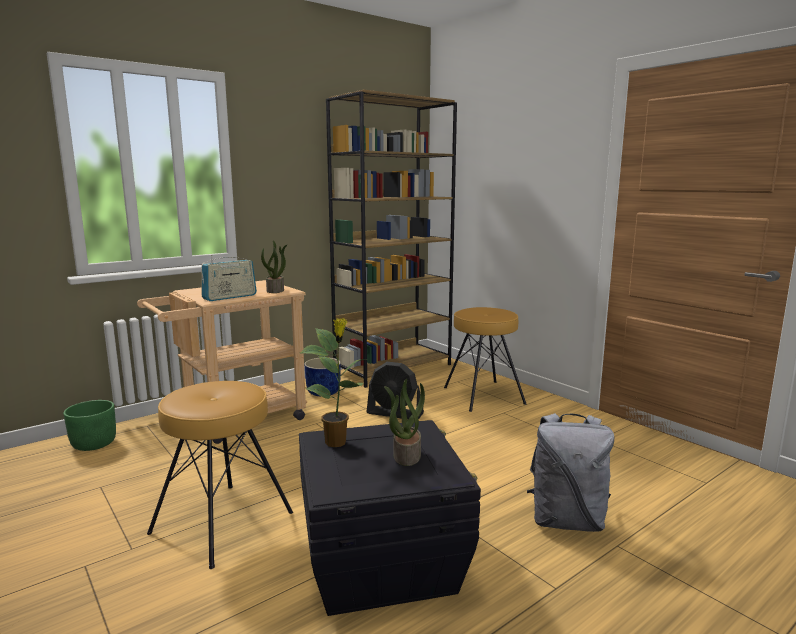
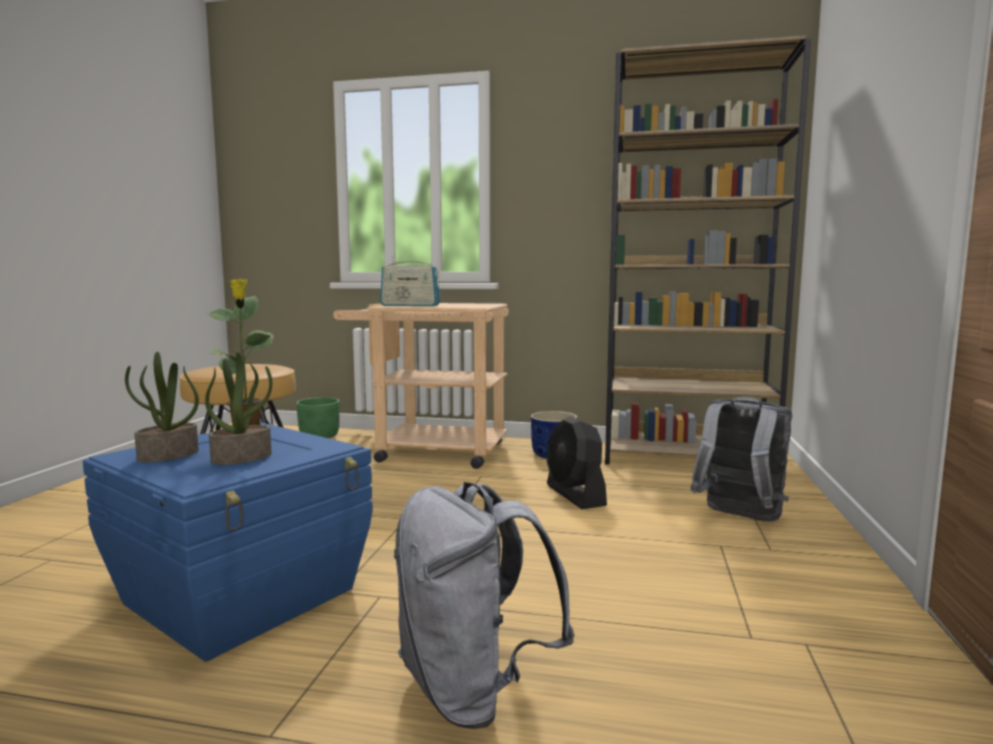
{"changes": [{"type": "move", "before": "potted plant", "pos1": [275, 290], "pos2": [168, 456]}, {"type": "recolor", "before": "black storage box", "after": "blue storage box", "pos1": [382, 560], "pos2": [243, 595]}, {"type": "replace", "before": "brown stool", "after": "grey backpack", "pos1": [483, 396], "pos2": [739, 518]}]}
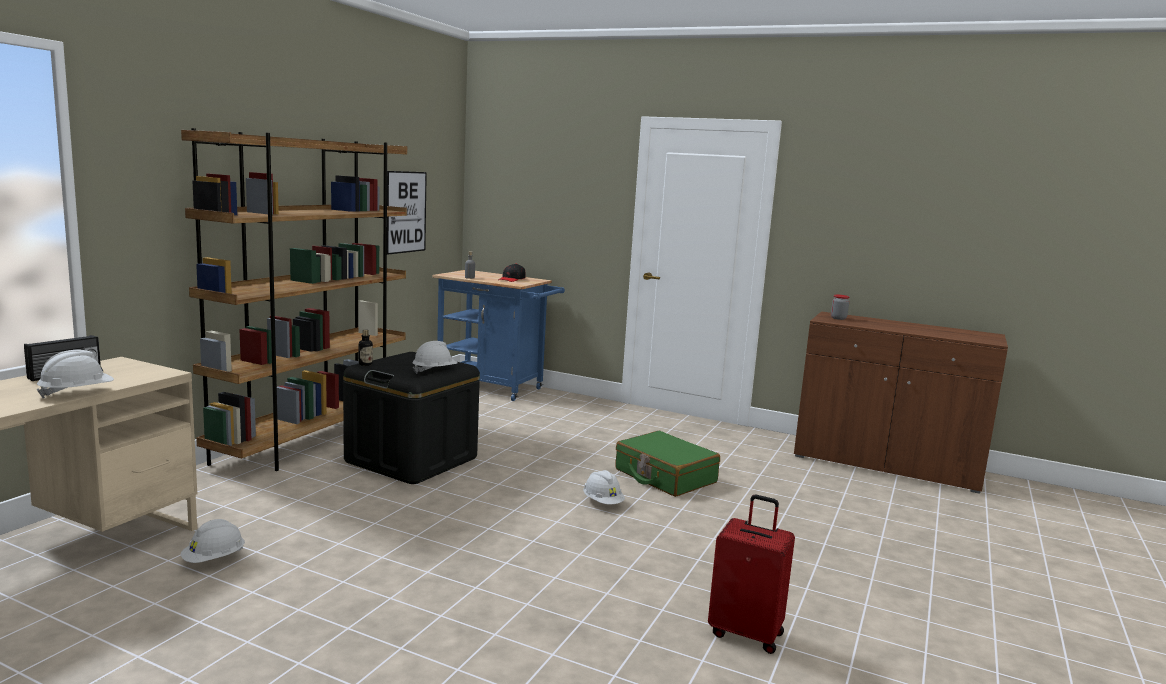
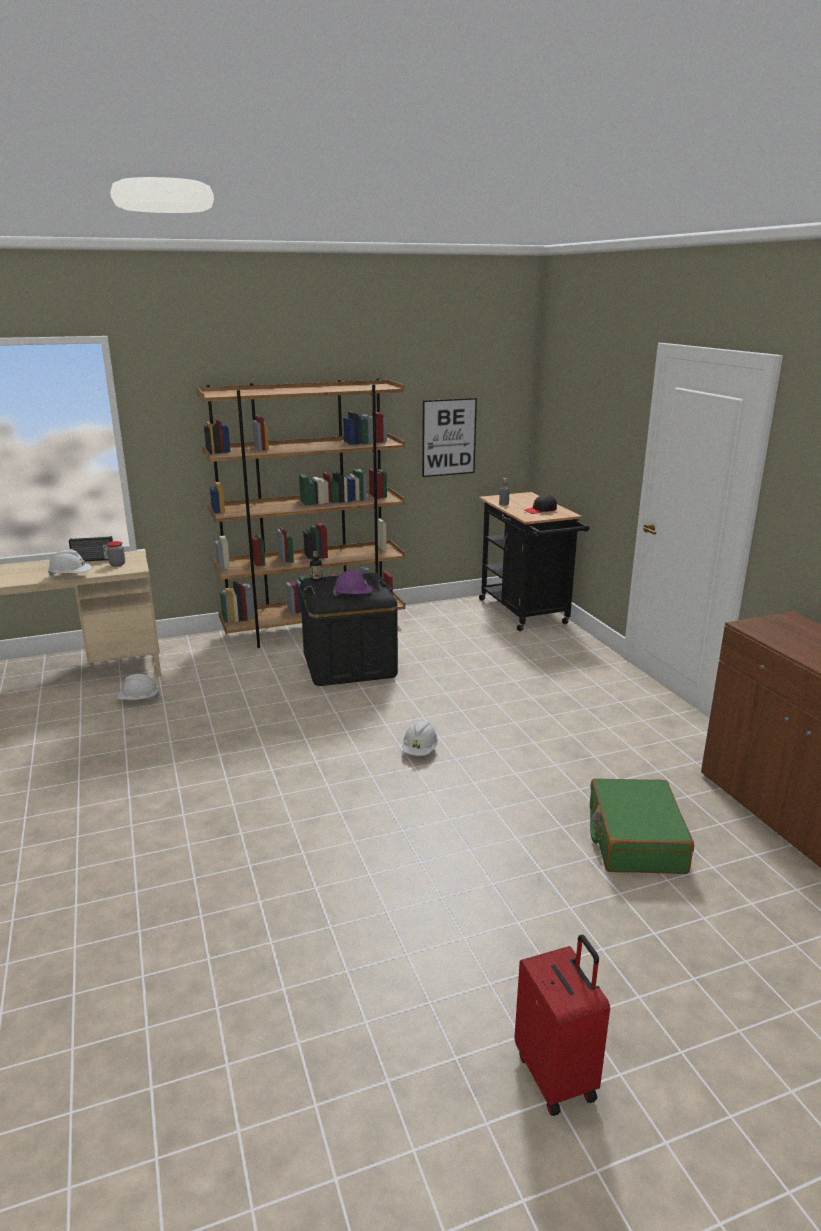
{"changes": [{"type": "recolor", "before": "white hard hat", "after": "purple hard hat", "pos1": [434, 371], "pos2": [353, 596]}, {"type": "recolor", "before": "blue cart", "after": "black cart", "pos1": [495, 388], "pos2": [526, 614]}, {"type": "move", "before": "green suitcase", "pos1": [665, 476], "pos2": [635, 839]}, {"type": "move", "before": "red suitcase", "pos1": [746, 633], "pos2": [557, 1075]}, {"type": "move", "before": "jar", "pos1": [838, 318], "pos2": [117, 564]}]}
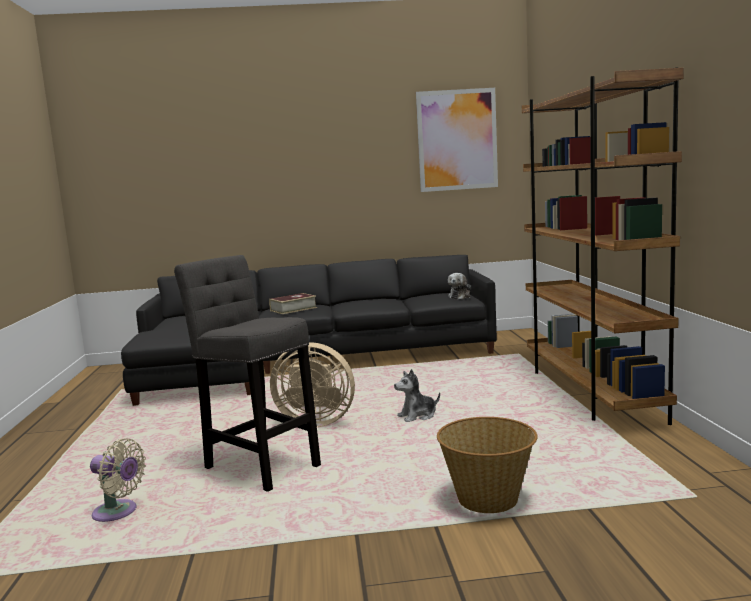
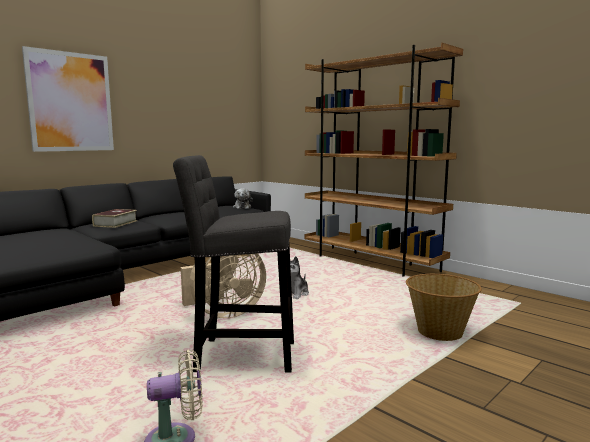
{"changes": [{"type": "move", "before": "picture", "pos1": [457, 140], "pos2": [70, 102]}]}
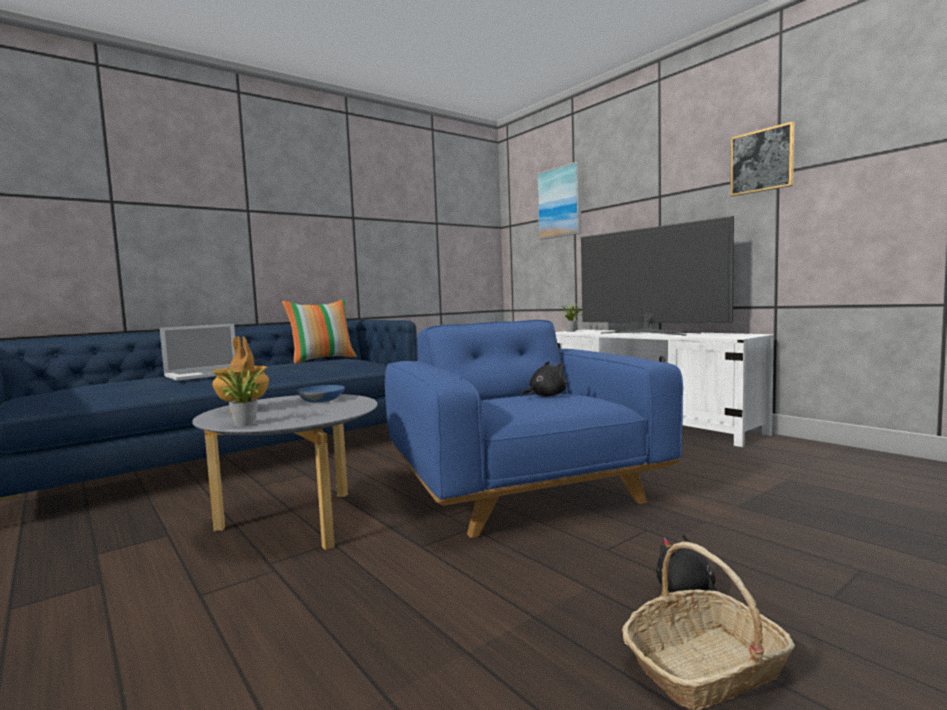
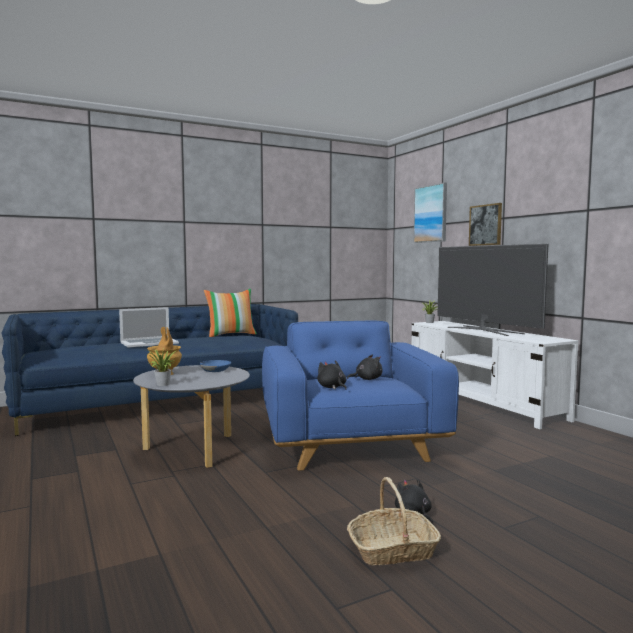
{"changes": [{"type": "move", "before": "picture", "pos1": [761, 161], "pos2": [485, 225]}, {"type": "insert", "after": "black plush toy", "pos2": [332, 387]}]}
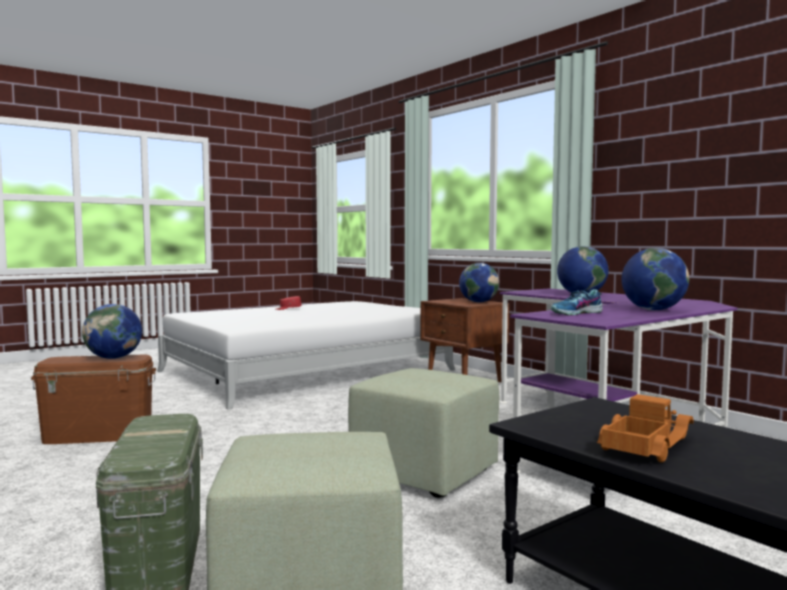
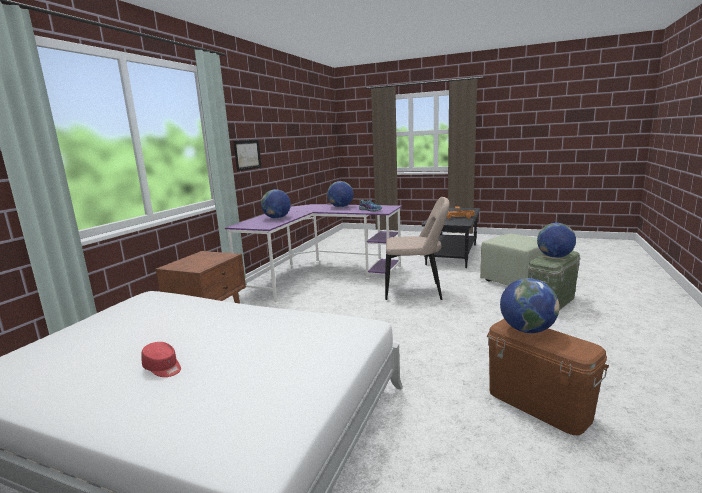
{"changes": [{"type": "replace", "before": "green ottoman", "after": "beige chair", "pos1": [422, 473], "pos2": [415, 292]}, {"type": "move", "before": "globe", "pos1": [478, 302], "pos2": [554, 256]}, {"type": "insert", "after": "picture", "pos2": [247, 155]}]}
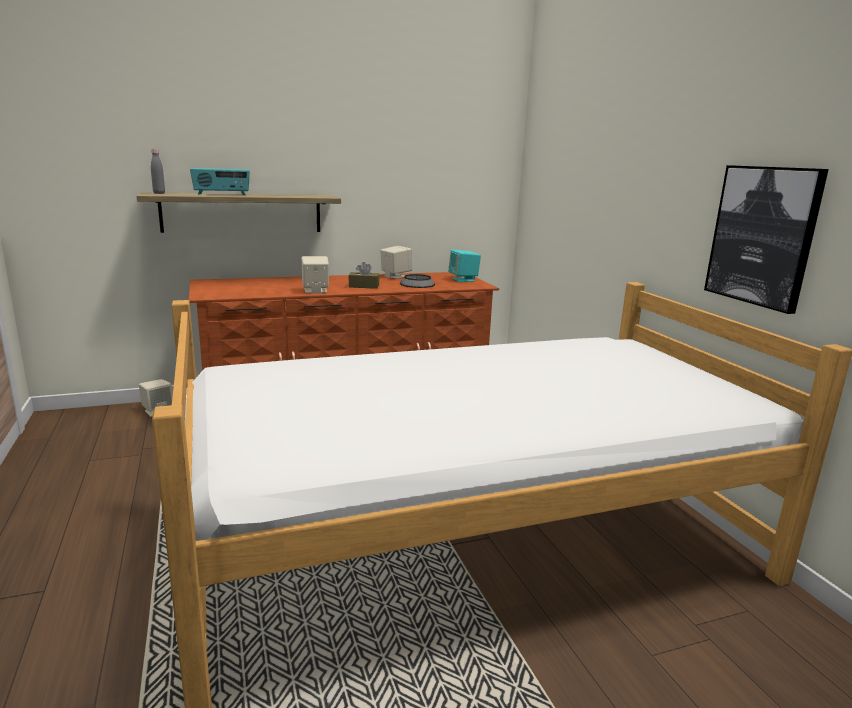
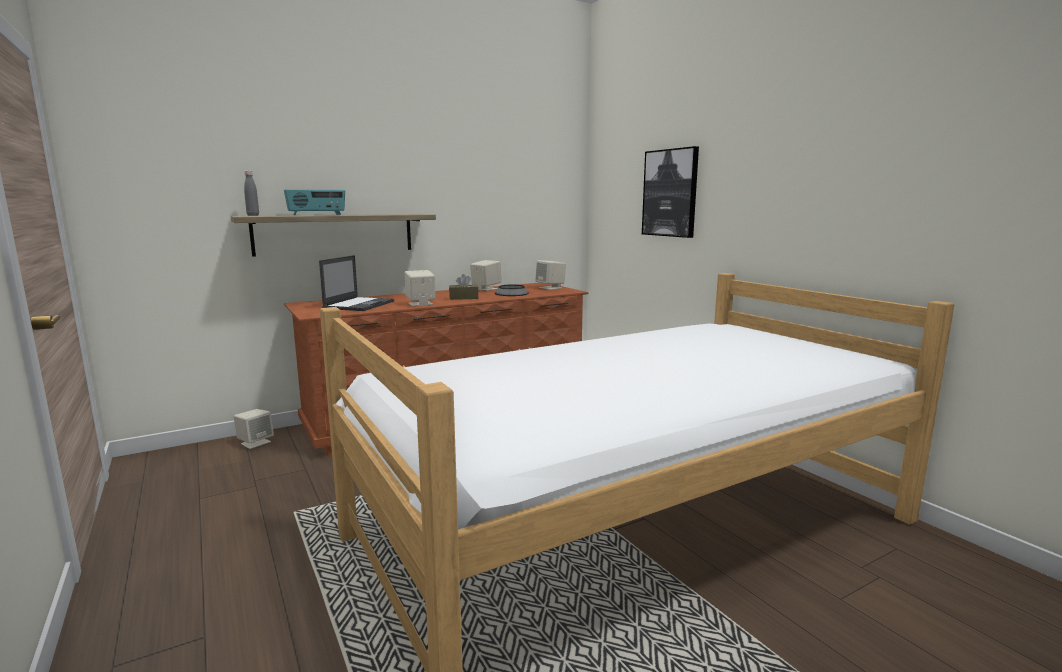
{"changes": [{"type": "recolor", "before": "turquoise speaker", "after": "beige speaker", "pos1": [463, 279], "pos2": [550, 288]}, {"type": "move", "before": "picture", "pos1": [762, 236], "pos2": [670, 193]}, {"type": "insert", "after": "laptop", "pos2": [359, 304]}]}
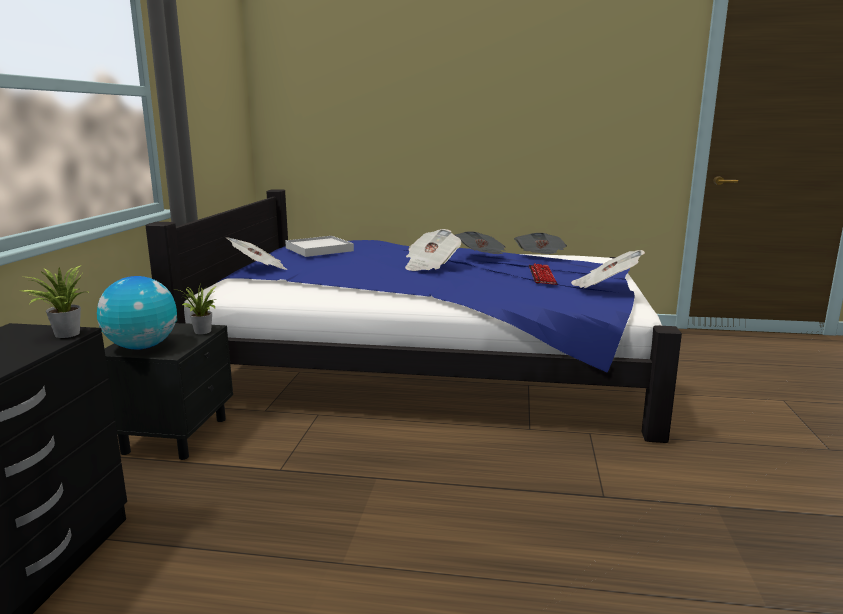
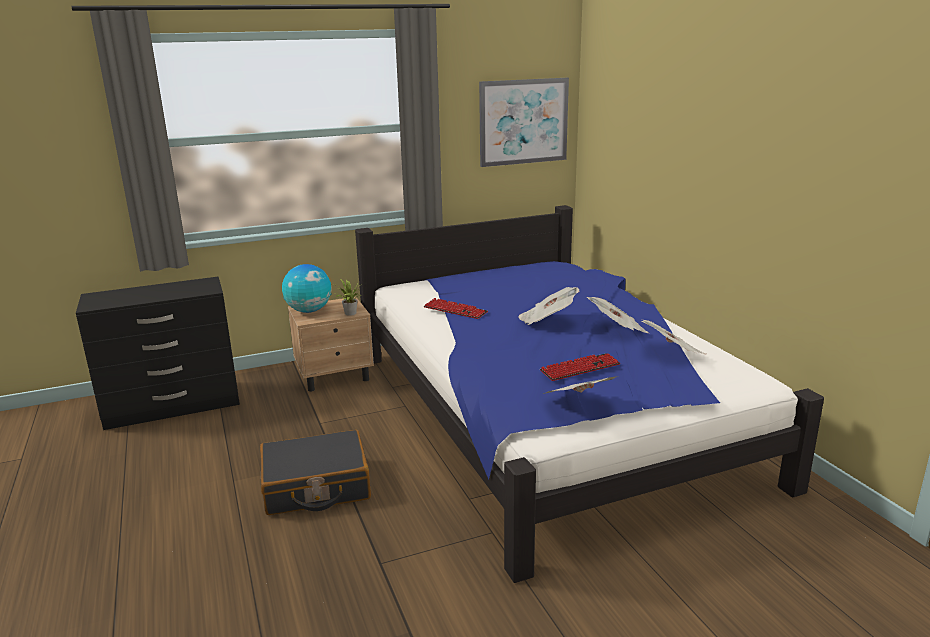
{"changes": [{"type": "delete", "before": "potted plant", "pos1": [64, 334]}, {"type": "recolor", "before": "black nightstand", "after": "beige nightstand", "pos1": [177, 434], "pos2": [335, 376]}, {"type": "delete", "before": "newspaper", "pos1": [259, 269]}, {"type": "delete", "before": "white tray", "pos1": [319, 249]}, {"type": "insert", "after": "black suitcase", "pos2": [316, 486]}, {"type": "insert", "after": "keyboard", "pos2": [455, 310]}, {"type": "insert", "after": "picture", "pos2": [523, 122]}]}
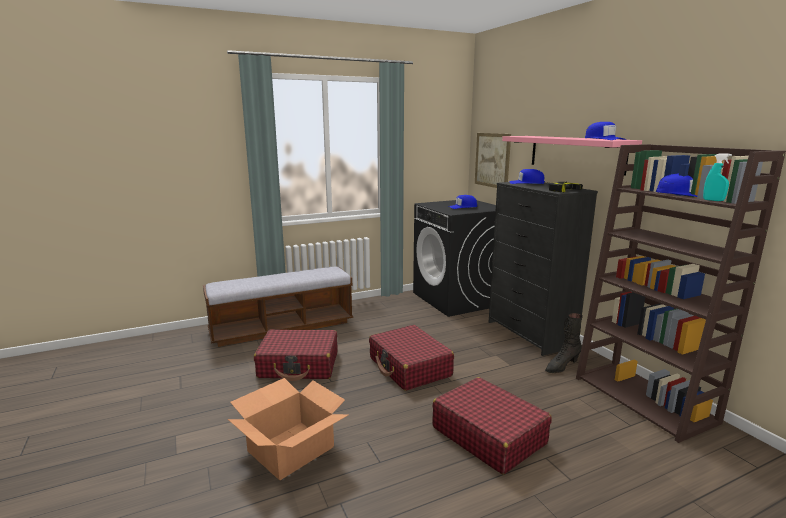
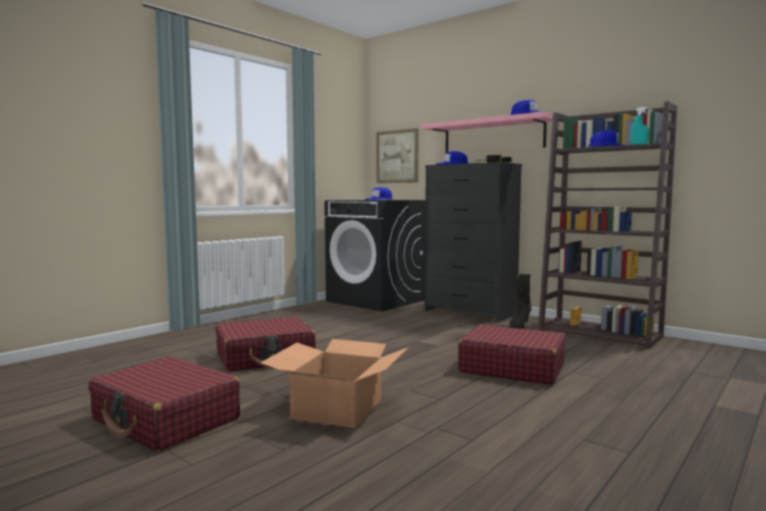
{"changes": [{"type": "delete", "before": "bench", "pos1": [282, 327]}, {"type": "move", "before": "red suitcase", "pos1": [409, 367], "pos2": [166, 420]}]}
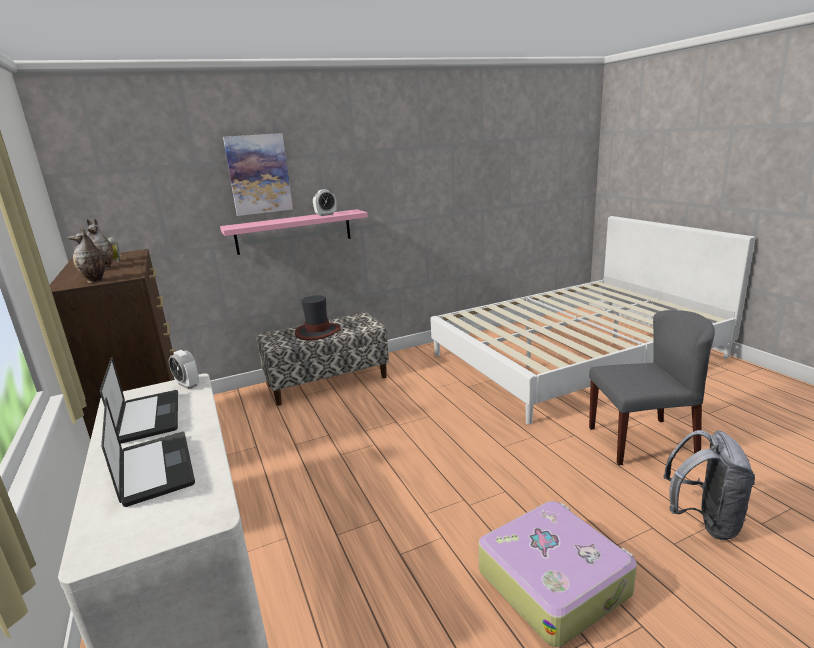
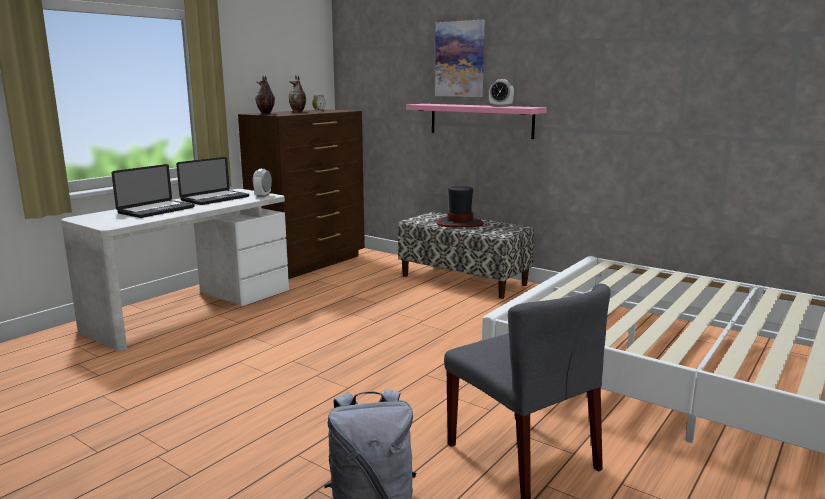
{"changes": [{"type": "delete", "before": "suitcase", "pos1": [553, 580]}]}
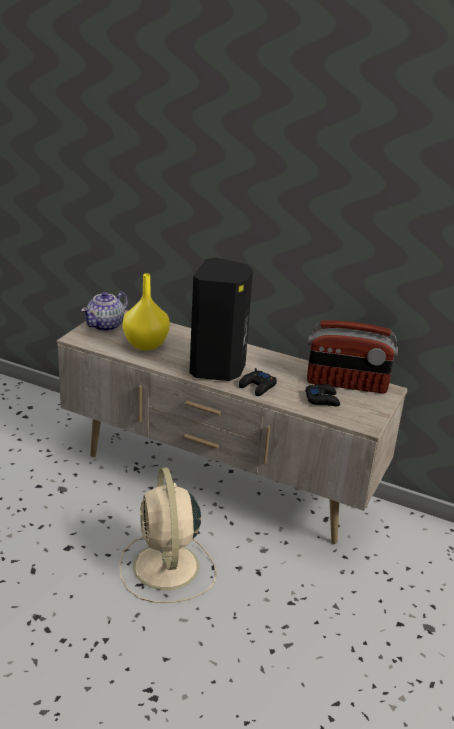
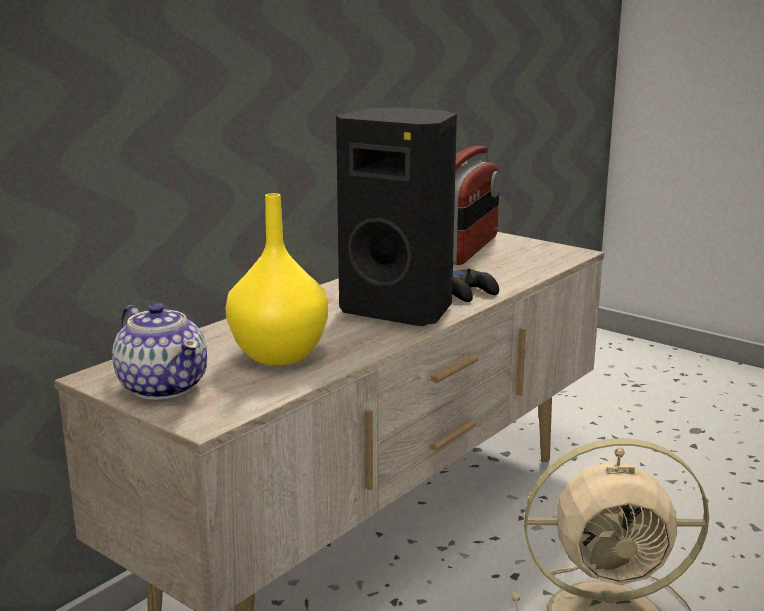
{"changes": [{"type": "delete", "before": "black game controller", "pos1": [322, 399]}]}
